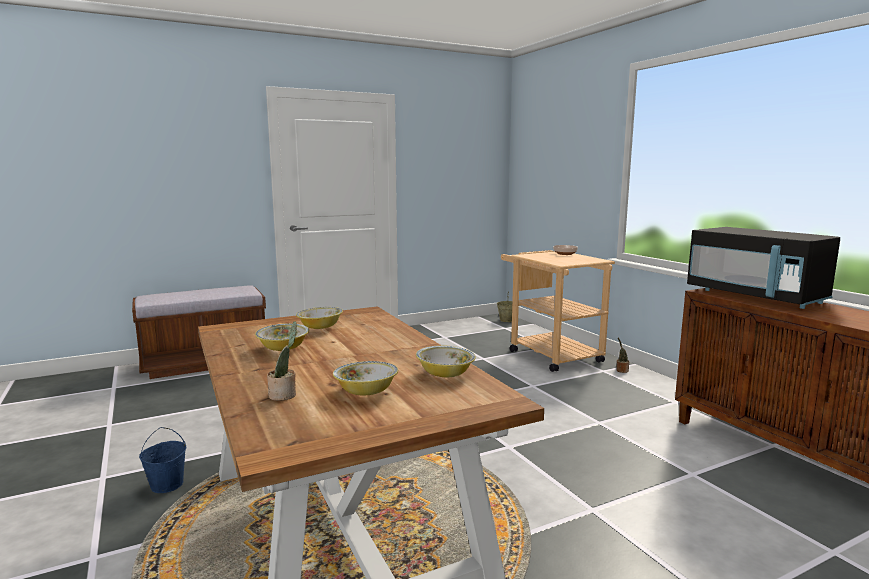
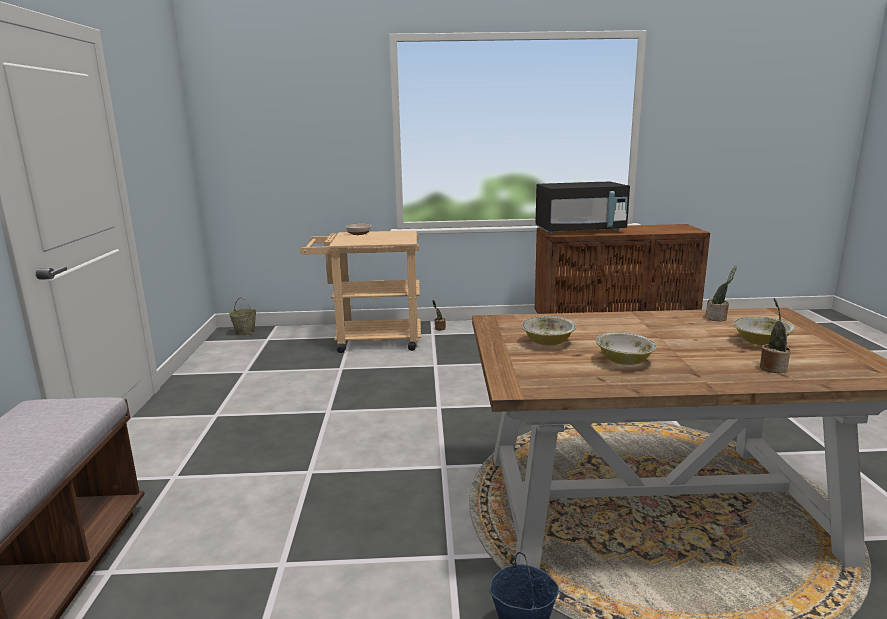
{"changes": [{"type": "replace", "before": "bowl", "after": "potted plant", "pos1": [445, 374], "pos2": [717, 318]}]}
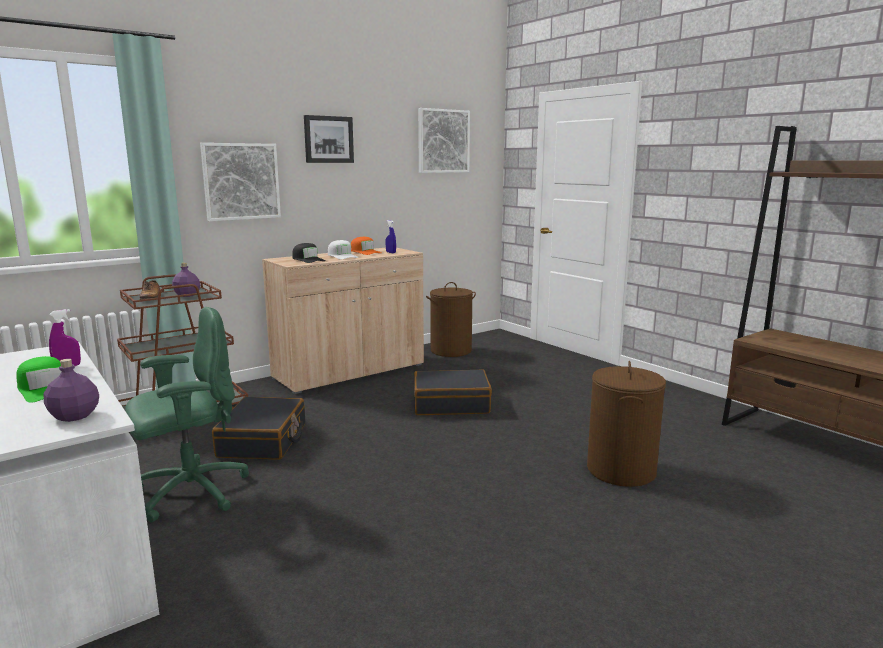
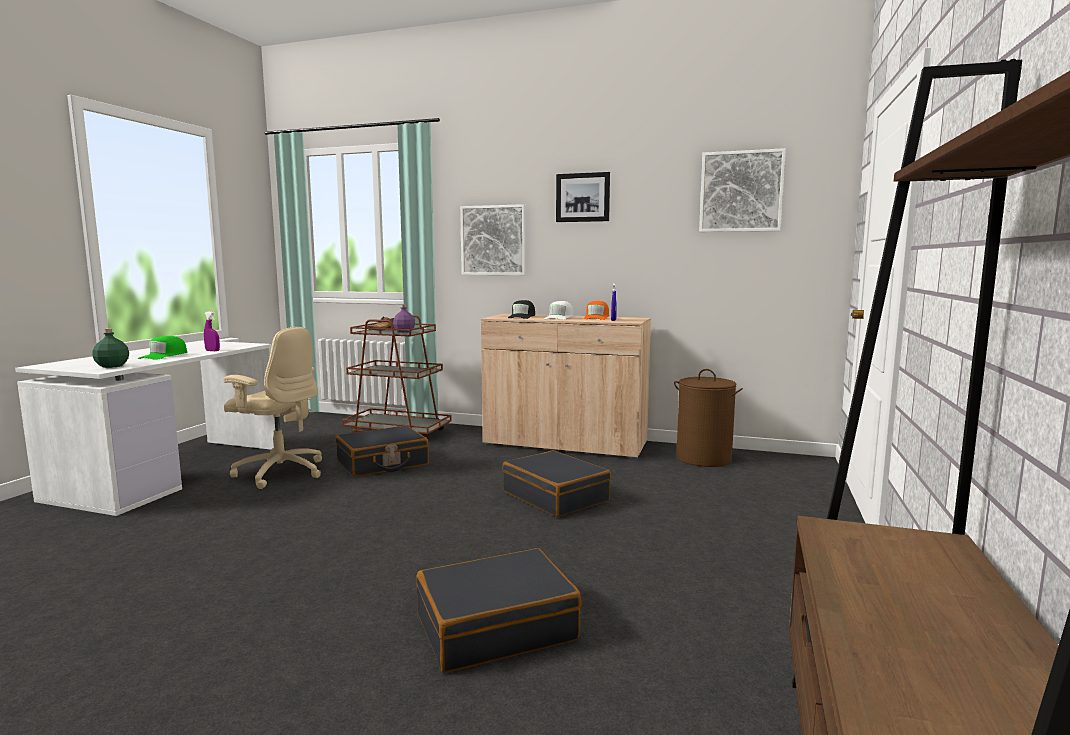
{"changes": [{"type": "recolor", "before": "purple bottle", "after": "green bottle", "pos1": [75, 416], "pos2": [113, 366]}, {"type": "recolor", "before": "green office chair", "after": "beige office chair", "pos1": [190, 492], "pos2": [280, 472]}, {"type": "replace", "before": "brown laundry basket", "after": "black suitcase", "pos1": [621, 470], "pos2": [496, 627]}]}
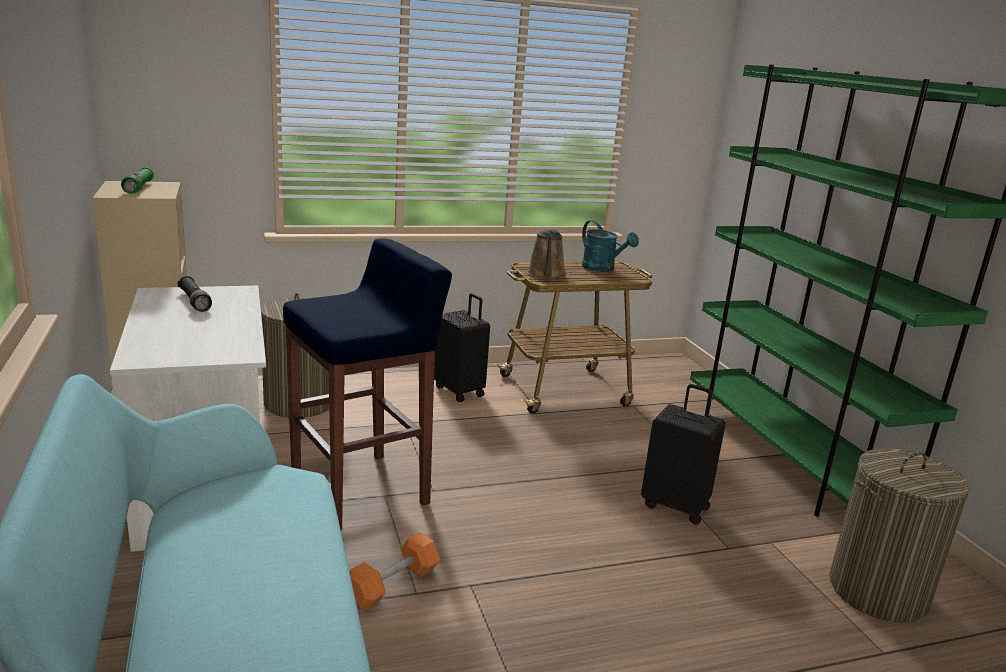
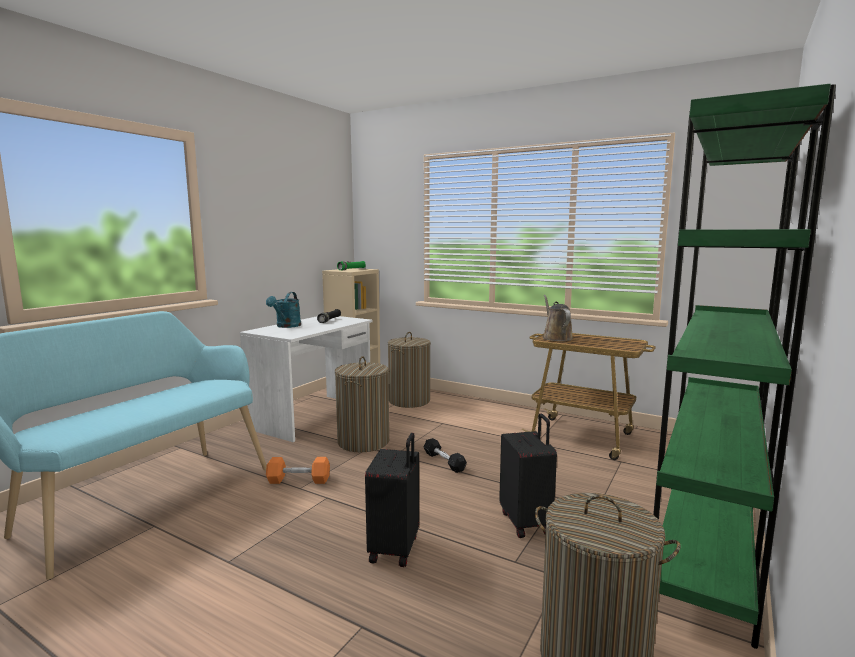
{"changes": [{"type": "replace", "before": "blue stool", "after": "laundry basket", "pos1": [362, 490], "pos2": [363, 442]}, {"type": "move", "before": "black suitcase", "pos1": [460, 391], "pos2": [396, 549]}, {"type": "rotate", "before": "brown watering can", "pos1": [546, 274], "pos2": [556, 337], "turn": 120}, {"type": "move", "before": "turquoise watering can", "pos1": [602, 269], "pos2": [286, 326]}, {"type": "insert", "after": "black dumbbell", "pos2": [444, 461]}]}
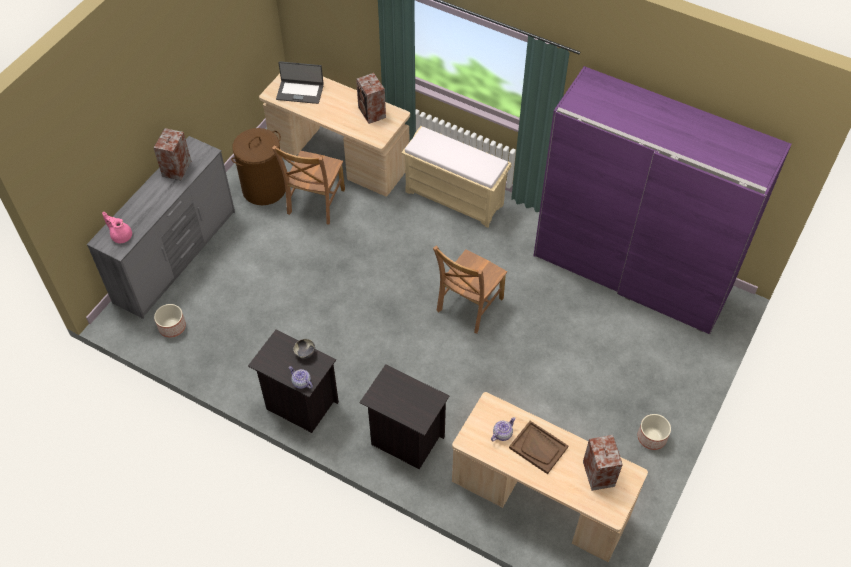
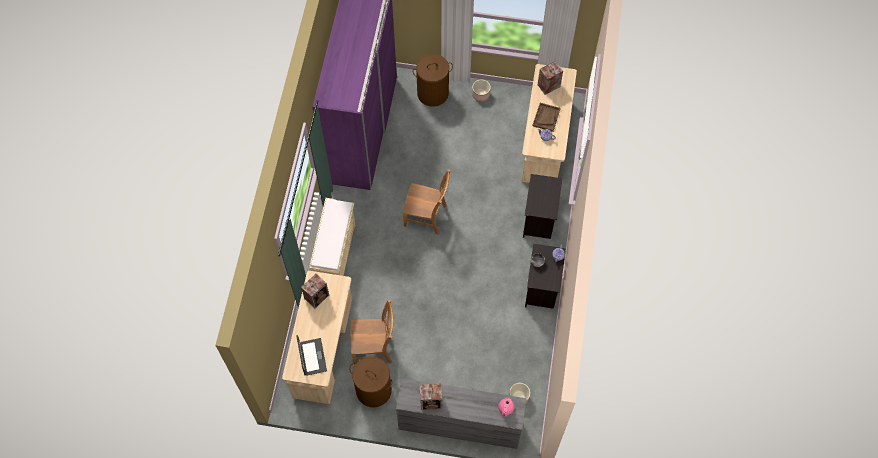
{"changes": [{"type": "insert", "after": "brown laundry basket", "pos2": [433, 93]}]}
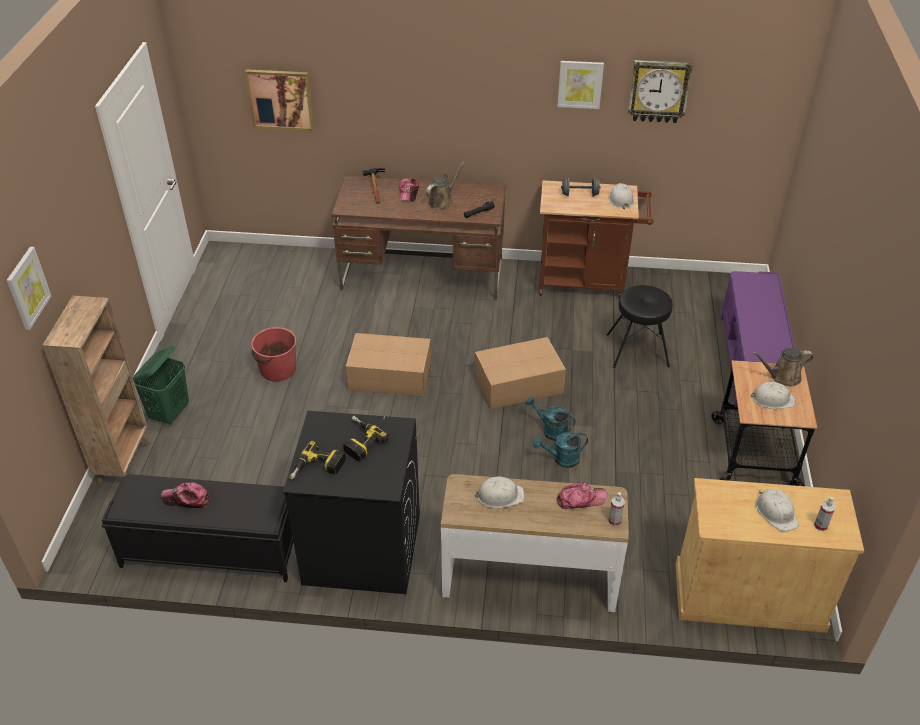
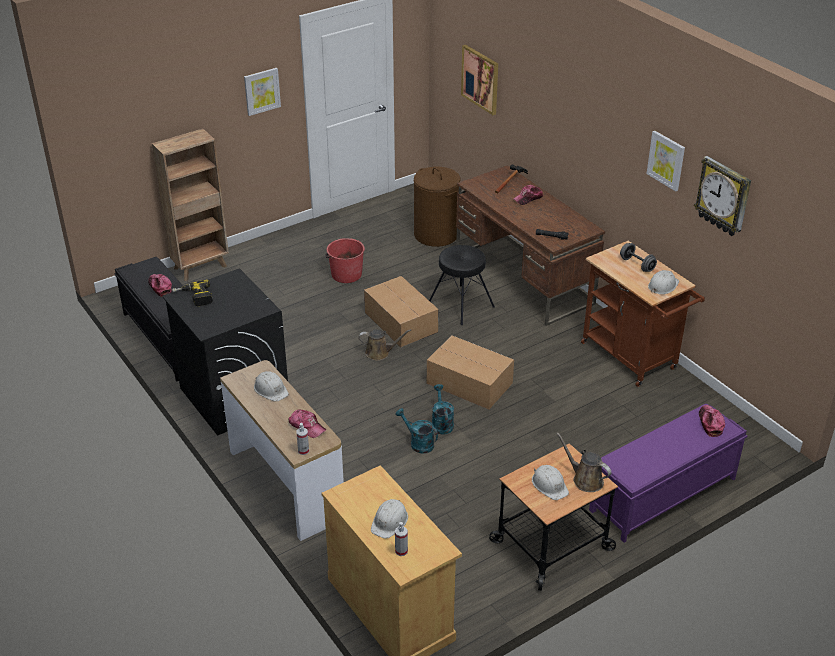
{"changes": [{"type": "move", "before": "picture", "pos1": [27, 288], "pos2": [262, 91]}, {"type": "delete", "before": "green laundry basket", "pos1": [170, 413]}, {"type": "delete", "before": "power drill", "pos1": [359, 441]}, {"type": "move", "before": "brown watering can", "pos1": [442, 201], "pos2": [380, 353]}, {"type": "move", "before": "black stool", "pos1": [637, 351], "pos2": [460, 305]}, {"type": "insert", "after": "brown laundry basket", "pos2": [436, 234]}, {"type": "insert", "after": "cap", "pos2": [710, 423]}]}
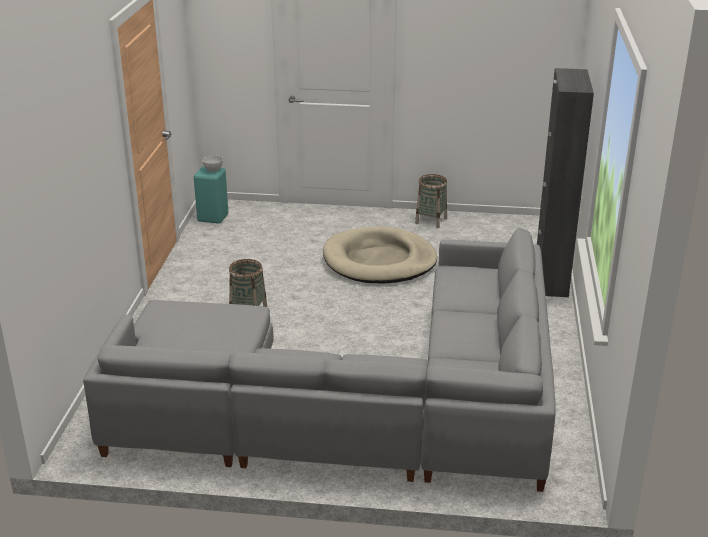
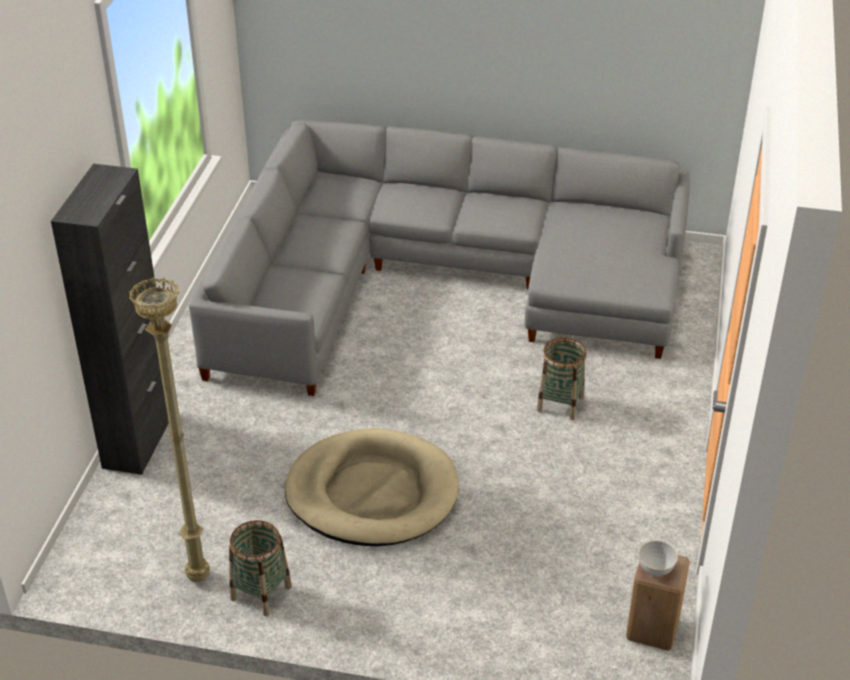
{"changes": [{"type": "recolor", "before": "turquoise stool", "after": "beige stool", "pos1": [212, 218], "pos2": [654, 629]}, {"type": "insert", "after": "beige floor lamp", "pos2": [197, 576]}]}
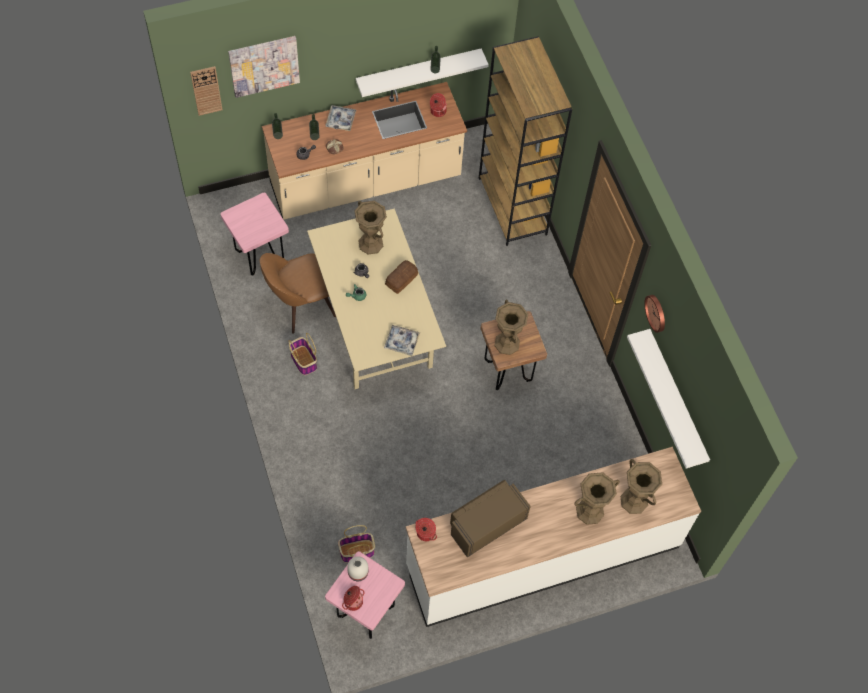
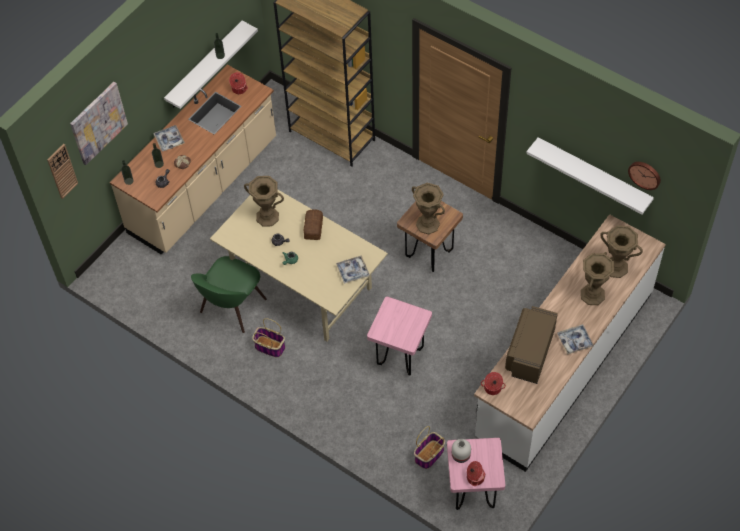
{"changes": [{"type": "move", "before": "pink stool", "pos1": [259, 256], "pos2": [400, 357]}, {"type": "recolor", "before": "brown chair", "after": "green chair", "pos1": [301, 304], "pos2": [231, 308]}, {"type": "move", "before": "wall clock", "pos1": [656, 313], "pos2": [645, 174]}, {"type": "insert", "after": "tray", "pos2": [575, 341]}]}
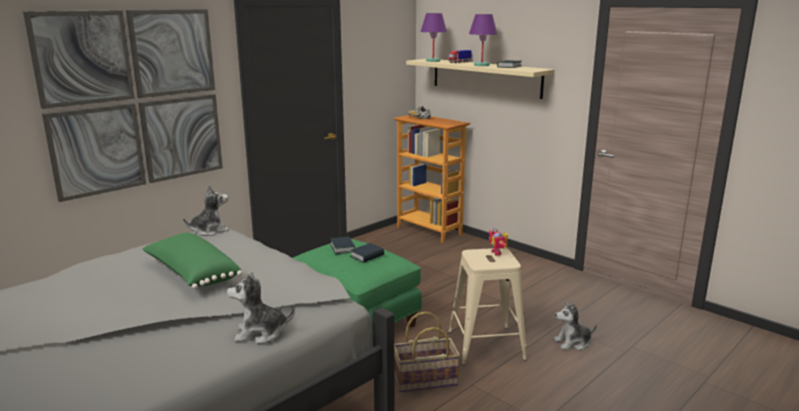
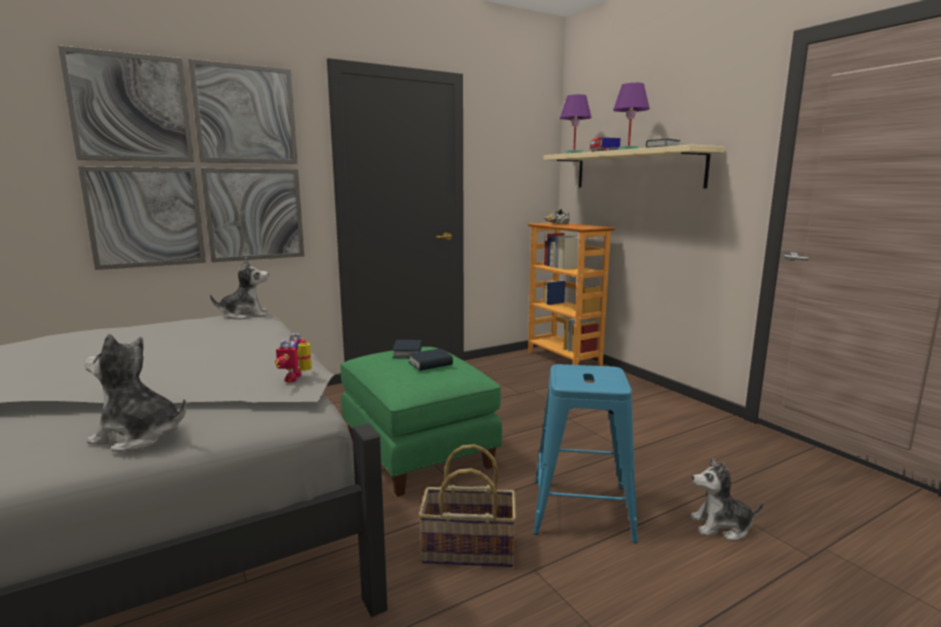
{"changes": [{"type": "delete", "before": "green pillow", "pos1": [191, 274]}, {"type": "recolor", "before": "beige stool", "after": "blue stool", "pos1": [485, 345], "pos2": [580, 509]}, {"type": "move", "before": "toy robot", "pos1": [499, 252], "pos2": [298, 378]}]}
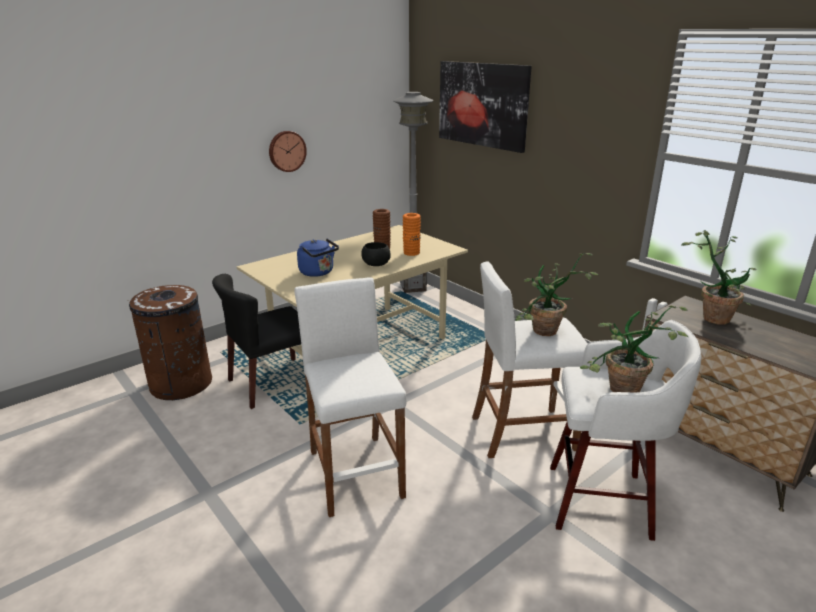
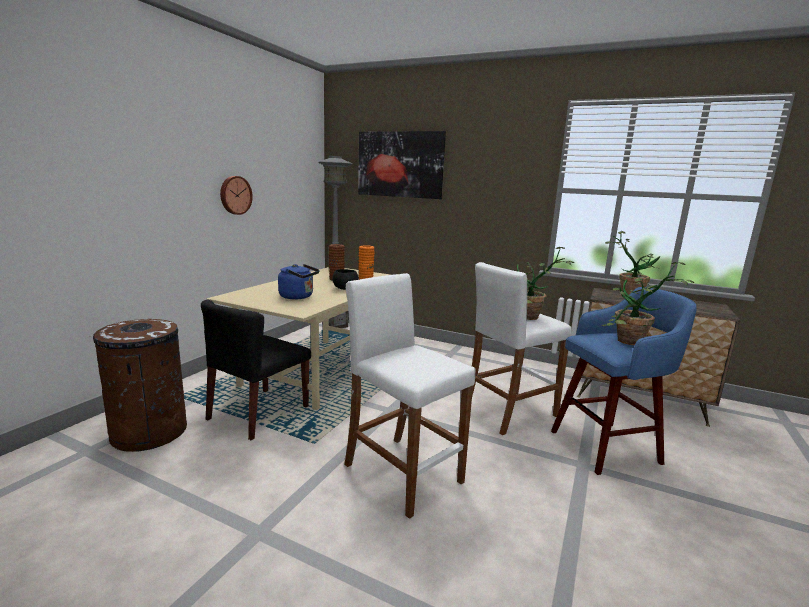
{"changes": [{"type": "recolor", "before": "white stool", "after": "blue stool", "pos1": [603, 501], "pos2": [607, 447]}]}
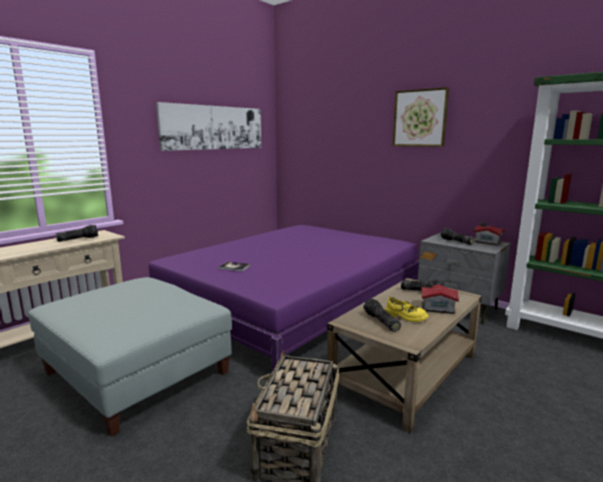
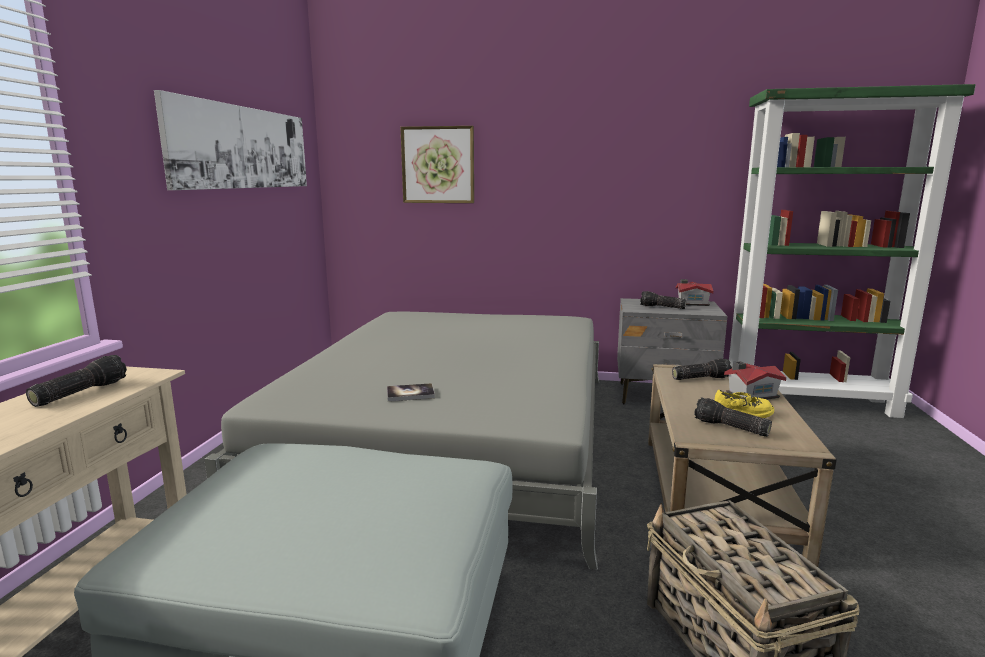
{"changes": [{"type": "recolor", "before": "purple bed", "after": "grey bed", "pos1": [292, 301], "pos2": [454, 435]}, {"type": "move", "before": "picture", "pos1": [419, 118], "pos2": [438, 165]}]}
